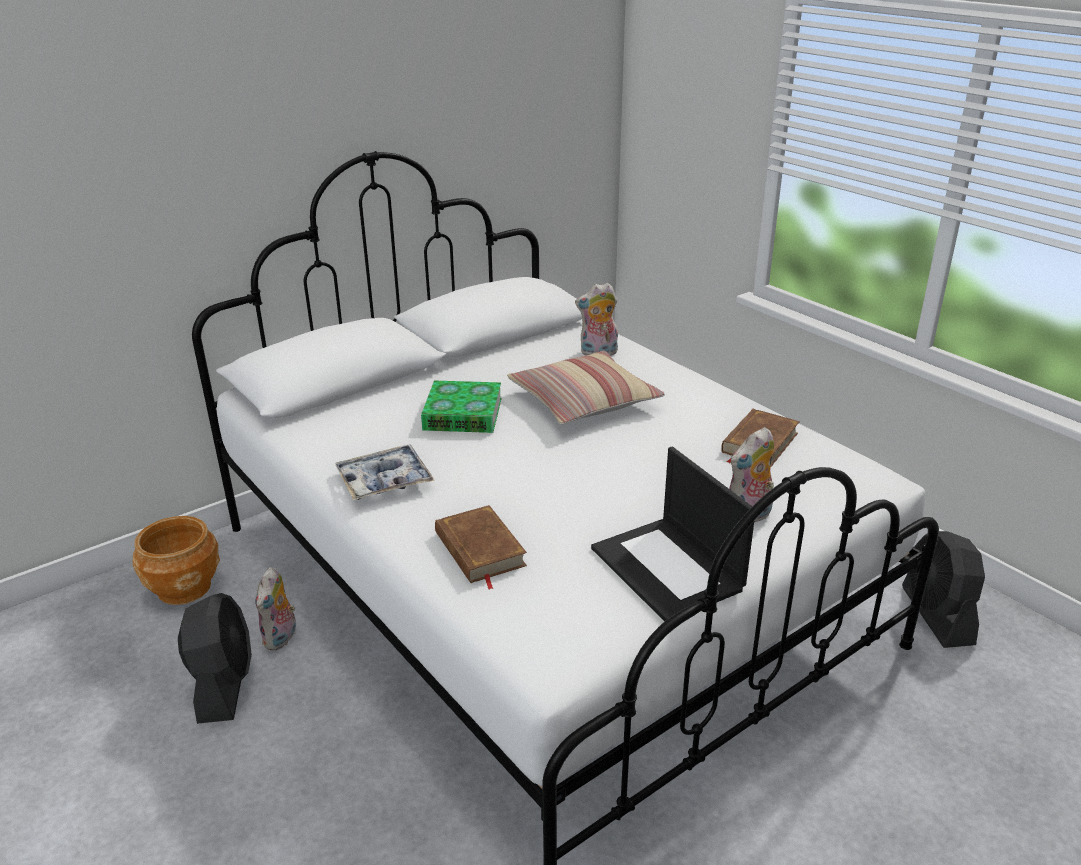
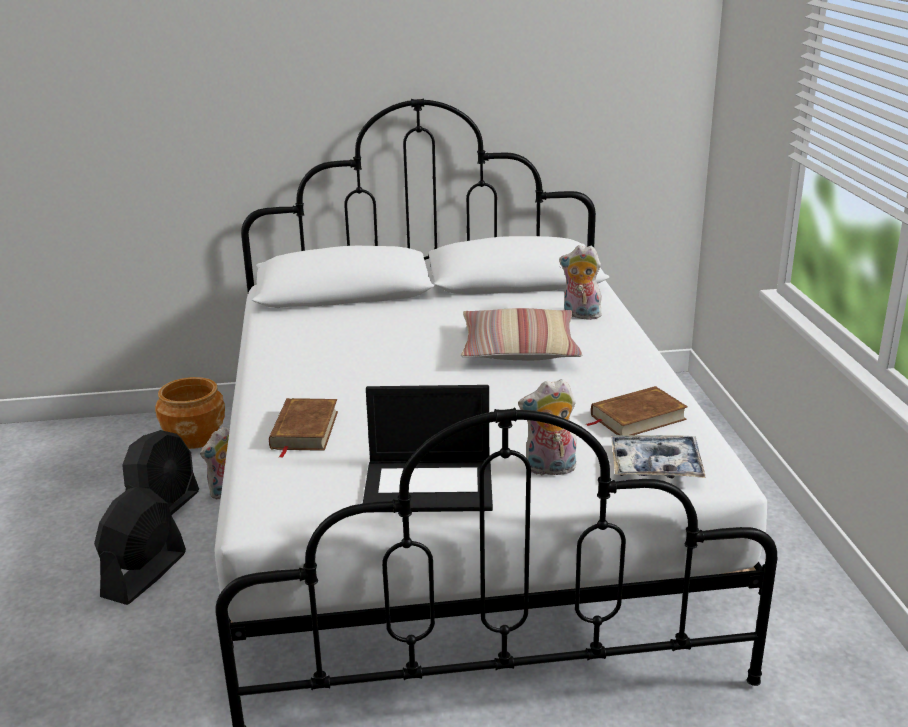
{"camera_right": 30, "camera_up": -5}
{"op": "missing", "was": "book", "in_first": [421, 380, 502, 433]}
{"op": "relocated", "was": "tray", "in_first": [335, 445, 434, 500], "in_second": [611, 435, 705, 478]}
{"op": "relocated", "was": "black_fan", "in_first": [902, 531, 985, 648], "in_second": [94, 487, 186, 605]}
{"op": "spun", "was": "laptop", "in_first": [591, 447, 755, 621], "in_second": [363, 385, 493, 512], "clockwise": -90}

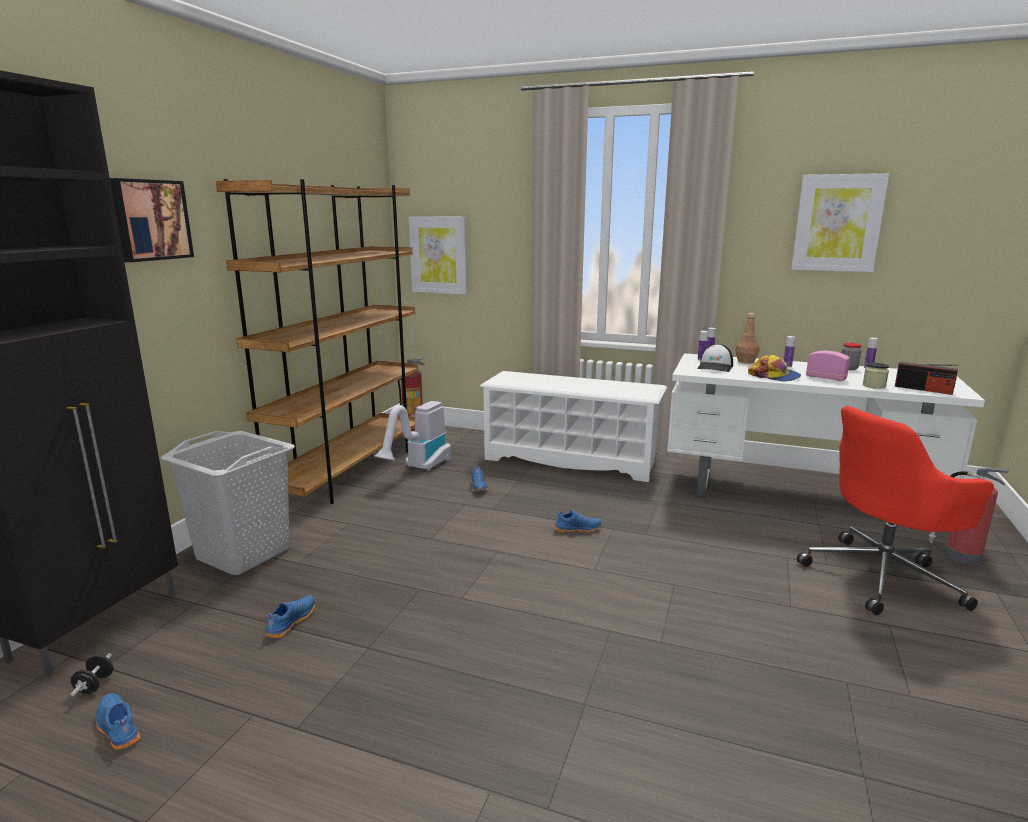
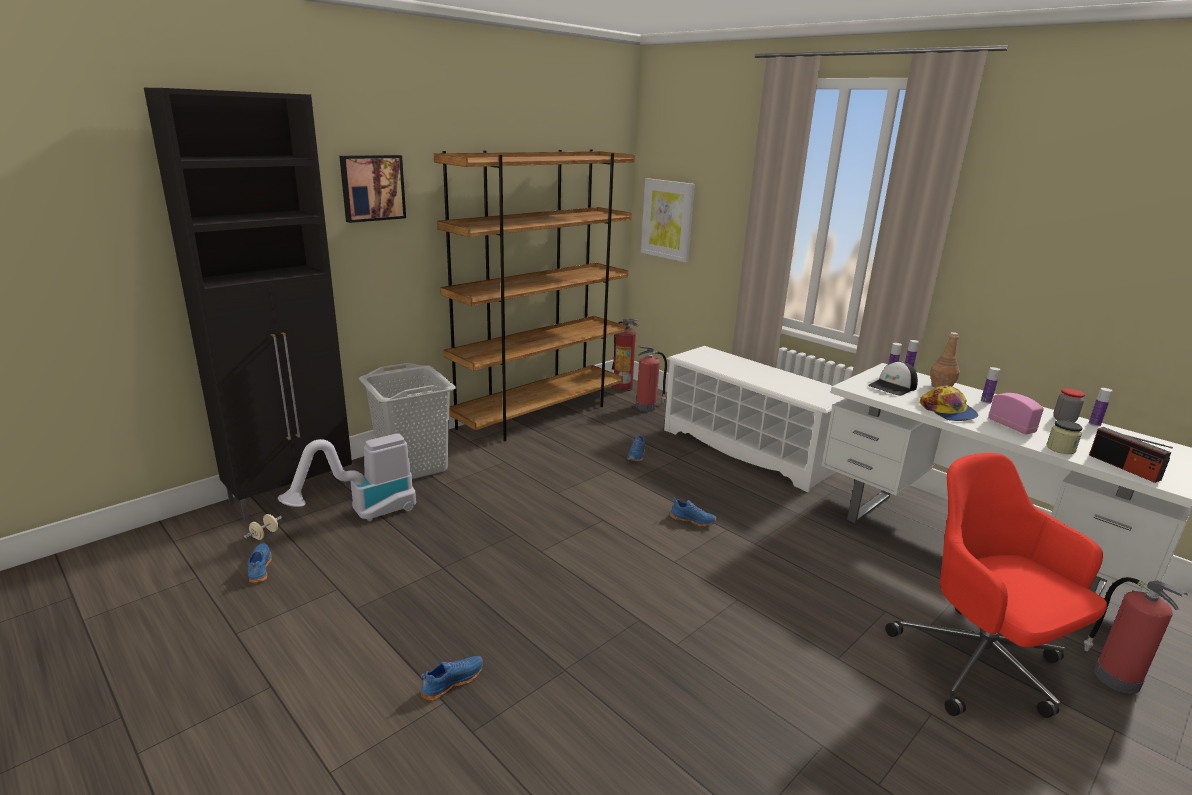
{"camera_right": 25, "camera_up": 5}
{"op": "missing", "was": "picture", "in_first": [791, 173, 889, 272]}
{"op": "appeared", "now": "fire_extinguisher", "in_second": [636, 345, 667, 411]}
{"op": "relocated", "was": "blue_shoe", "in_first": [266, 595, 315, 638], "in_second": [421, 656, 483, 700]}
{"op": "relocated", "was": "vacuum_cleaner", "in_first": [374, 401, 451, 471], "in_second": [278, 433, 416, 521]}
{"op": "colour", "was": "black_dumbbell", "now": "beige_dumbbell", "in_first": [70, 653, 114, 697], "in_second": [244, 514, 282, 540]}
{"op": "spun", "was": "red_office_chair", "in_first": [797, 406, 994, 615], "in_second": [885, 453, 1107, 718], "clockwise": 60}

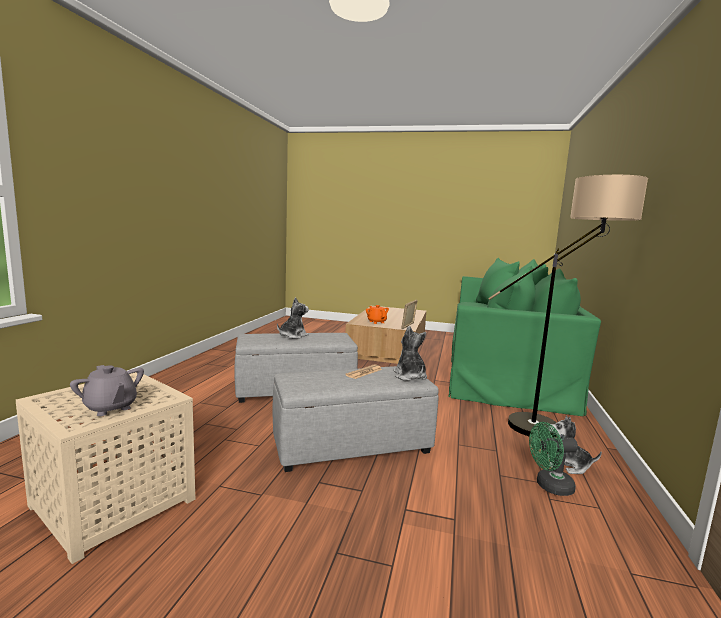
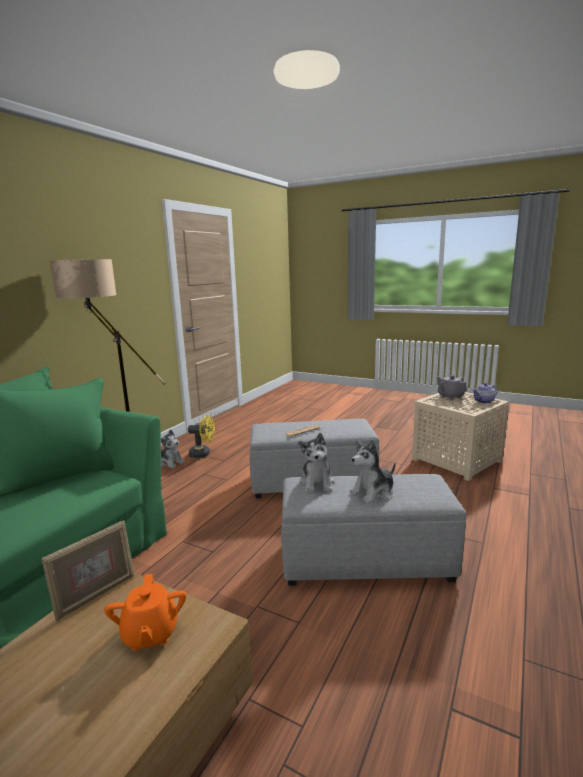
{"camera_right": -165, "camera_up": 5}
{"op": "appeared", "now": "teapot", "in_second": [472, 383, 498, 403]}
{"op": "relocated", "was": "plush_toy", "in_first": [394, 326, 427, 381], "in_second": [299, 433, 335, 493]}
{"op": "colour", "was": "green_fan", "now": "yellow_fan", "in_first": [529, 422, 578, 496], "in_second": [188, 416, 215, 458]}

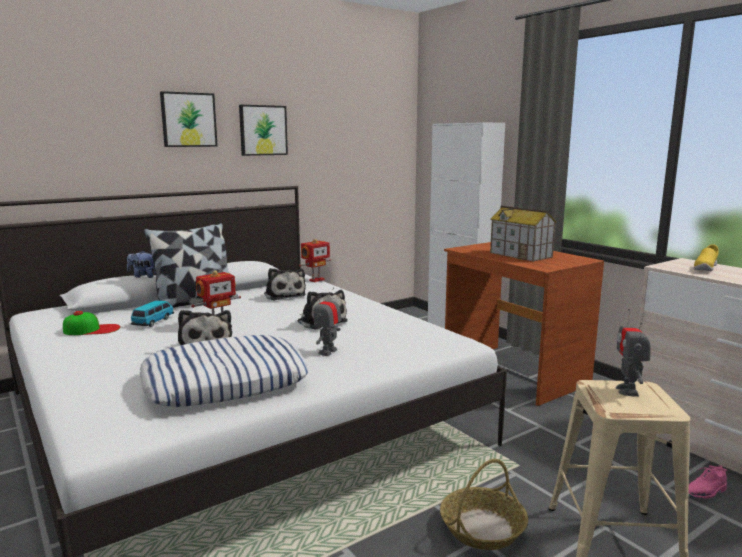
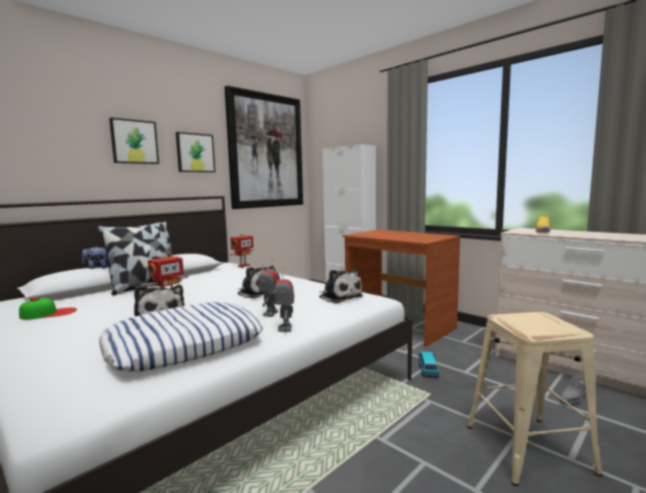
{"camera_right": -10, "camera_up": -5}
{"op": "missing", "was": "basket", "in_first": [440, 459, 528, 550]}
{"op": "missing", "was": "toy_house", "in_first": [490, 206, 557, 262]}
{"op": "appeared", "now": "picture", "in_second": [224, 86, 303, 209]}
{"op": "relocated", "was": "toy_car", "in_first": [131, 300, 174, 327], "in_second": [418, 351, 439, 377]}
{"op": "relocated", "was": "plush_toy", "in_first": [264, 268, 306, 301], "in_second": [319, 269, 363, 303]}
{"op": "relocated", "was": "toy_robot", "in_first": [615, 309, 651, 397], "in_second": [274, 267, 294, 332]}
{"op": "colour", "was": "pink_shoe", "now": "grey_shoe", "in_first": [688, 465, 727, 499], "in_second": [560, 375, 586, 403]}

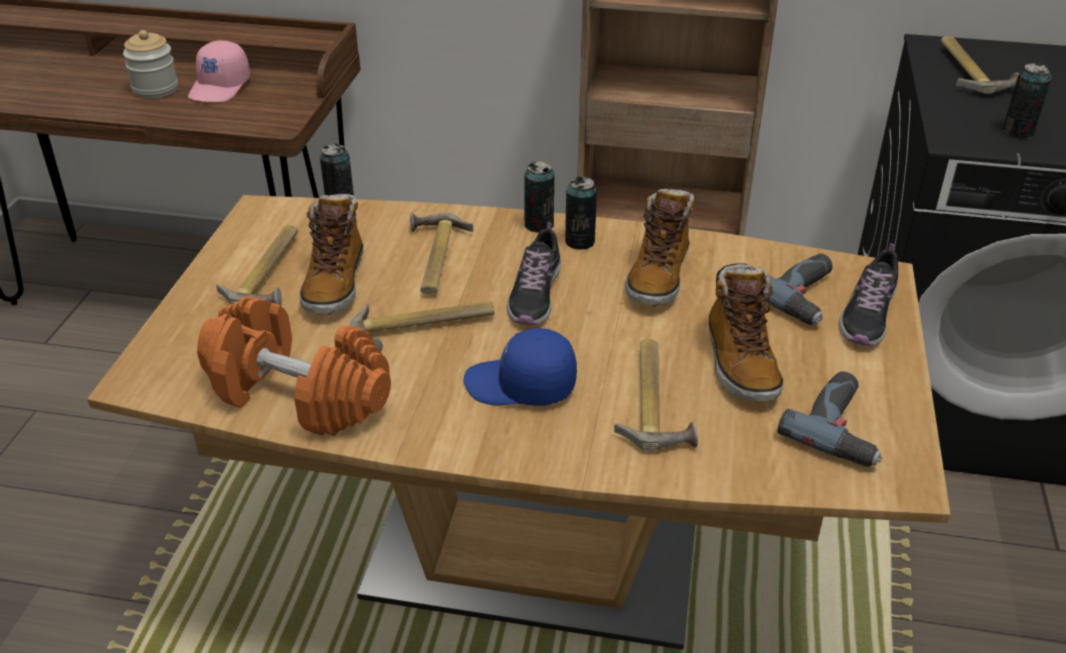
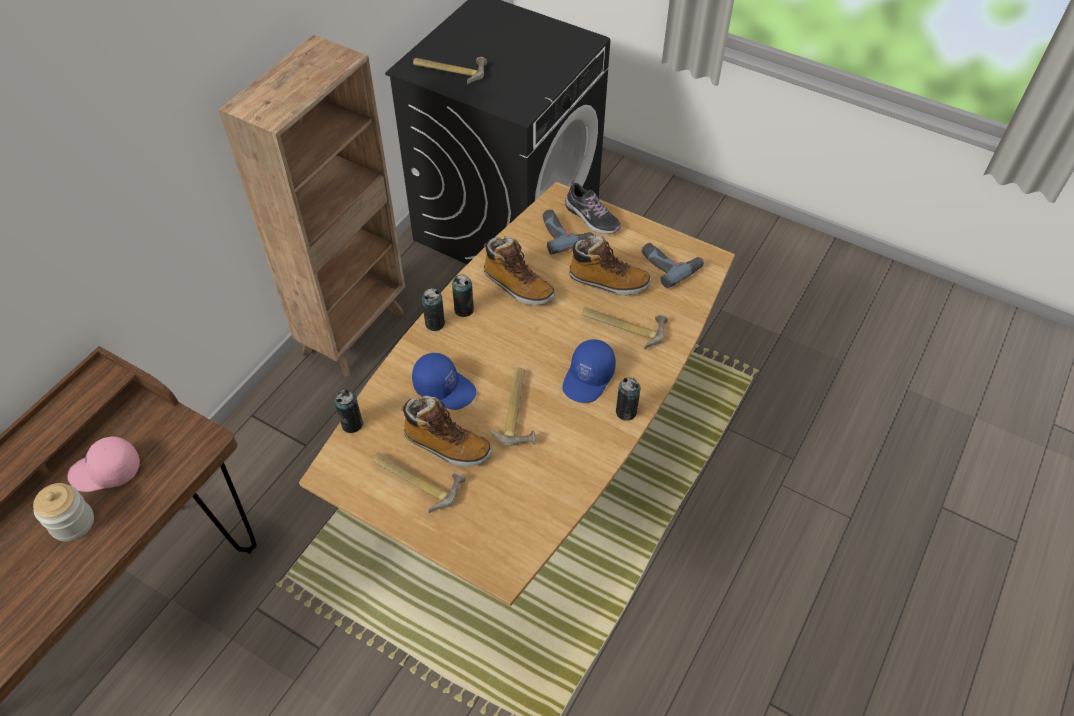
{"camera_right": -70, "camera_up": 15}
{"op": "missing", "was": "orange_dumbbell", "in_first": [197, 296, 391, 436]}
{"op": "missing", "was": "shoe", "in_first": [507, 222, 561, 325]}
{"op": "relocated", "was": "can", "in_first": [1003, 63, 1052, 138], "in_second": [616, 377, 641, 421]}
{"op": "exchanged", "was": "hammer", "now": "blue_cap", "in_first": [410, 212, 473, 294], "in_second": [412, 353, 476, 410]}
{"op": "spun", "was": "pink_cap", "in_first": [188, 40, 250, 102], "in_second": [68, 436, 140, 492], "clockwise": 135}

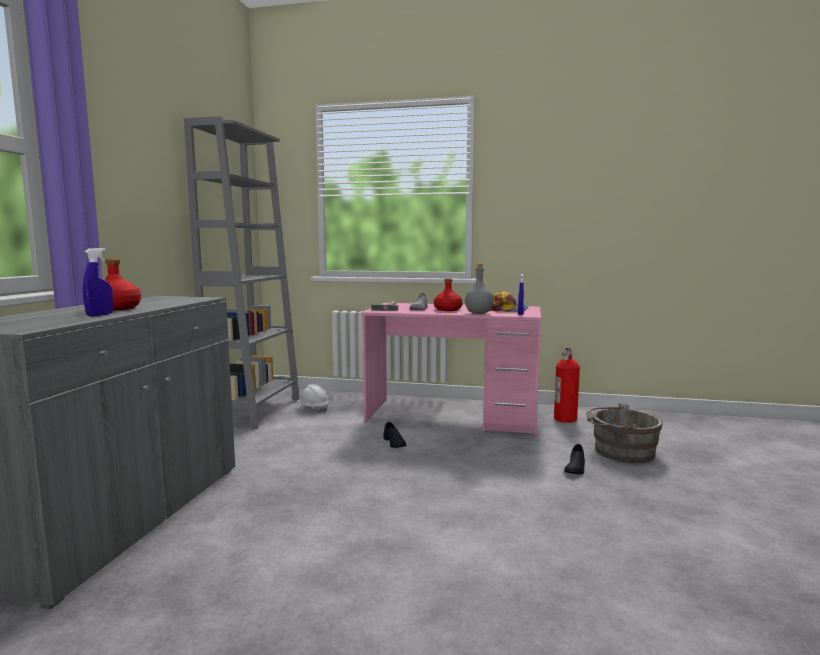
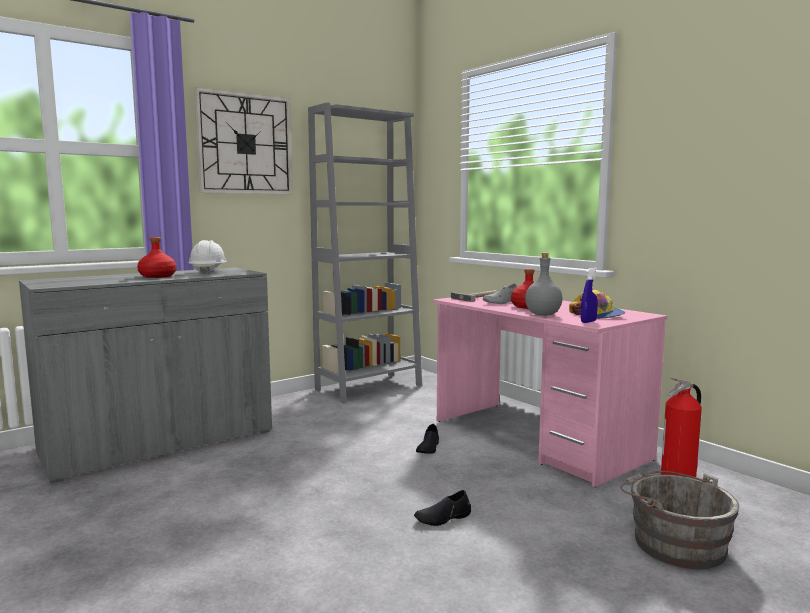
{"camera_right": 40, "camera_up": 0}
{"op": "missing", "was": "blue_spray_bottle", "in_first": [83, 248, 113, 317]}
{"op": "appeared", "now": "wall_clock", "in_second": [194, 87, 293, 194]}
{"op": "relocated", "was": "white_hard_hat", "in_first": [297, 384, 329, 412], "in_second": [188, 240, 227, 274]}
{"op": "relocated", "was": "black_shoe", "in_first": [564, 444, 585, 474], "in_second": [414, 490, 471, 526]}

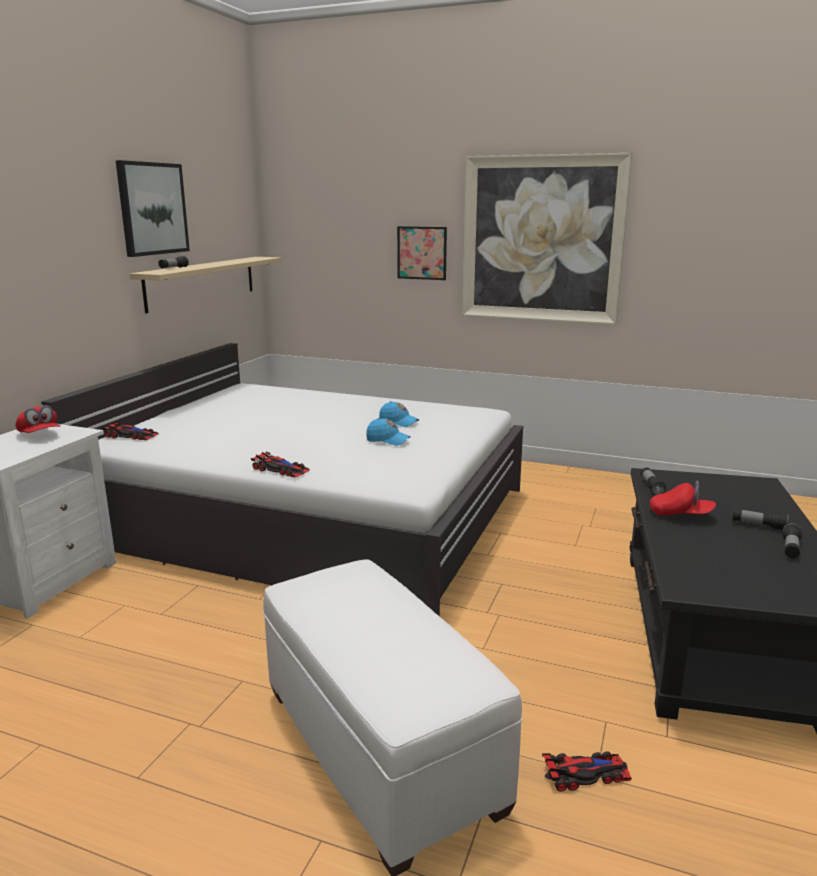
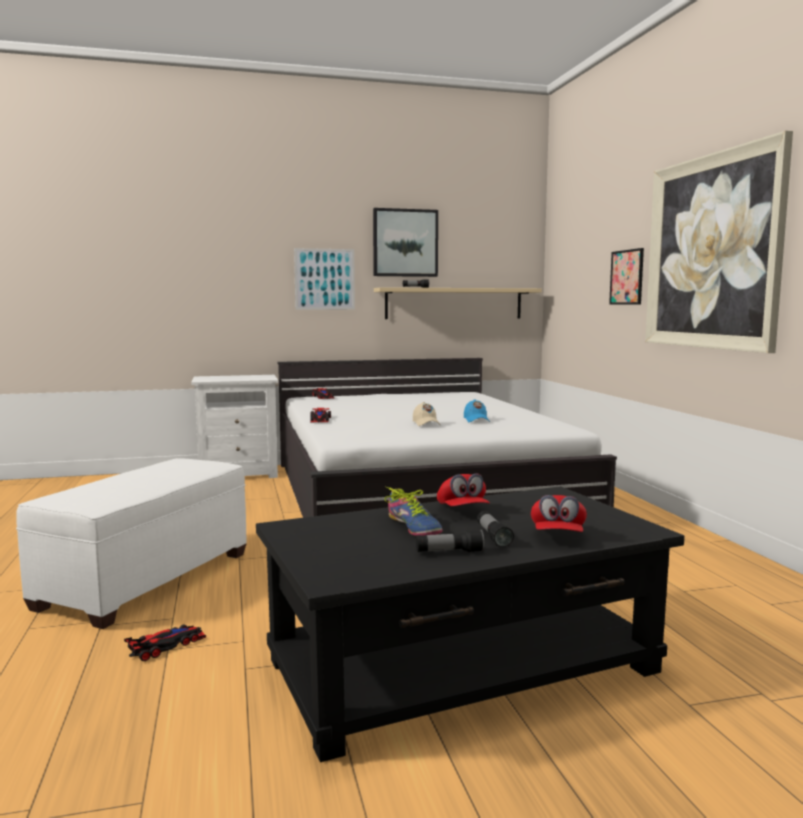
{"camera_right": 55, "camera_up": -10}
{"op": "missing", "was": "flashlight", "in_first": [640, 468, 666, 495]}
{"op": "appeared", "now": "picture", "in_second": [294, 248, 355, 310]}
{"op": "appeared", "now": "shoe", "in_second": [385, 486, 443, 536]}
{"op": "relocated", "was": "red_cap", "in_first": [15, 405, 60, 433], "in_second": [531, 495, 587, 532]}
{"op": "colour", "was": "blue_cap", "now": "beige_cap", "in_first": [366, 418, 411, 446], "in_second": [413, 402, 440, 426]}
{"op": "spun", "was": "toy_car", "in_first": [542, 751, 632, 792], "in_second": [124, 625, 207, 661], "clockwise": -90}

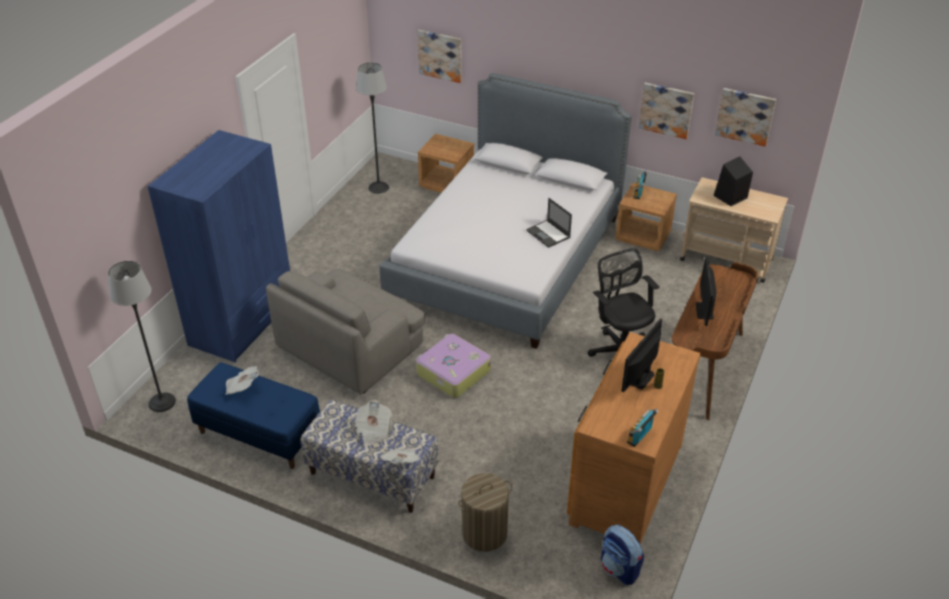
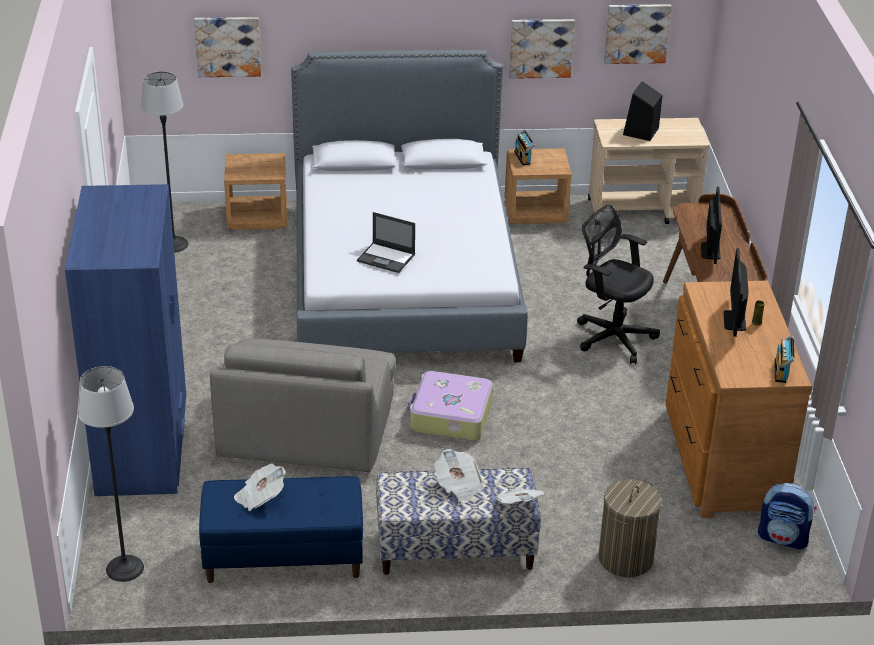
{"camera_right": -30, "camera_up": -5}
{"op": "relocated", "was": "laptop", "in_first": [526, 198, 572, 248], "in_second": [357, 212, 415, 273]}
{"op": "spun", "was": "monitor", "in_first": [696, 256, 717, 326], "in_second": [701, 187, 722, 264], "clockwise": -150}

